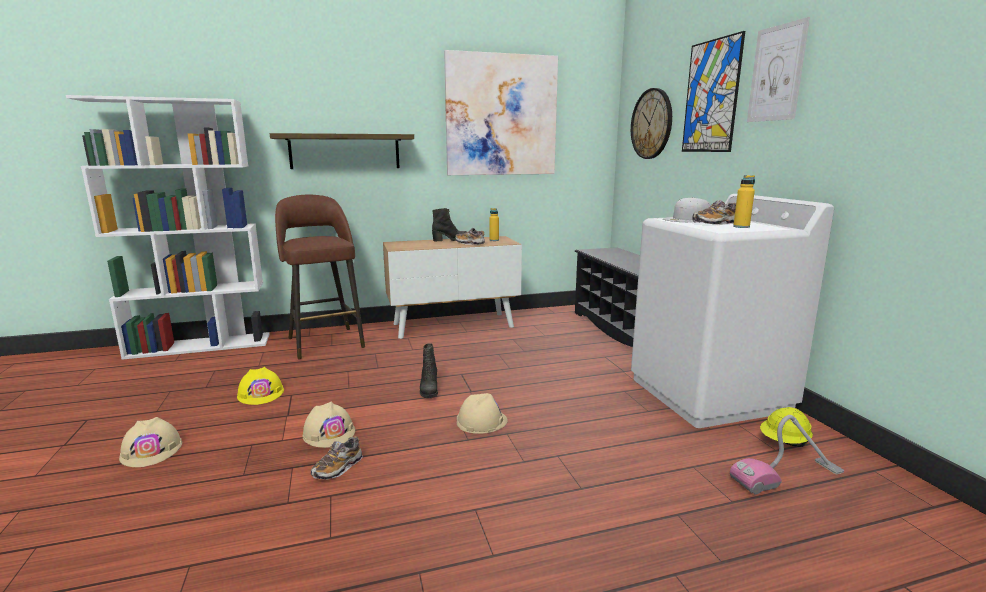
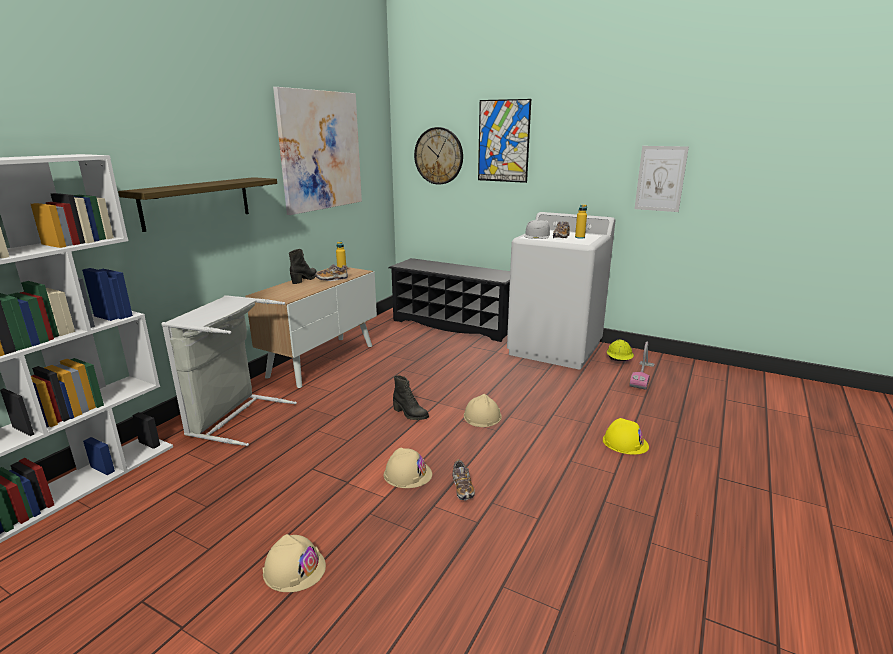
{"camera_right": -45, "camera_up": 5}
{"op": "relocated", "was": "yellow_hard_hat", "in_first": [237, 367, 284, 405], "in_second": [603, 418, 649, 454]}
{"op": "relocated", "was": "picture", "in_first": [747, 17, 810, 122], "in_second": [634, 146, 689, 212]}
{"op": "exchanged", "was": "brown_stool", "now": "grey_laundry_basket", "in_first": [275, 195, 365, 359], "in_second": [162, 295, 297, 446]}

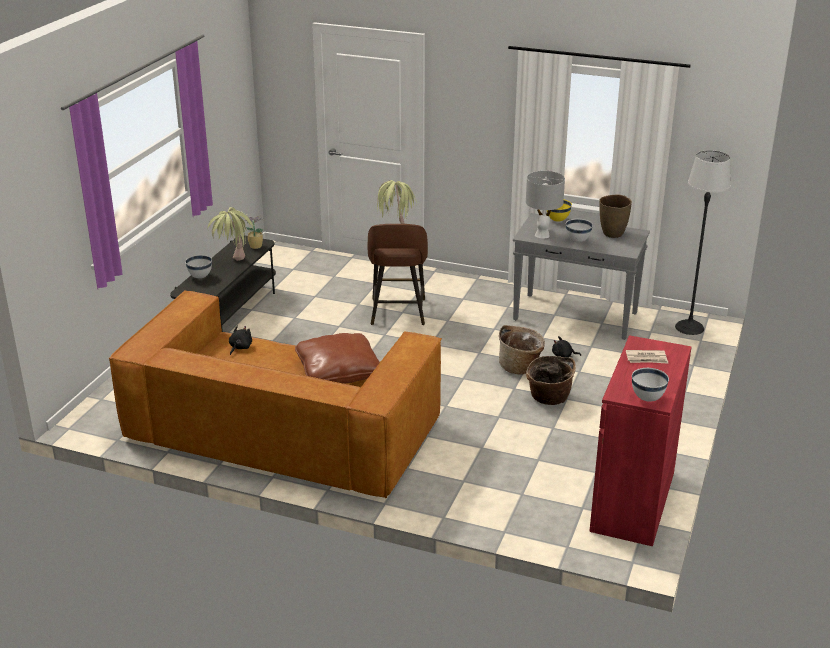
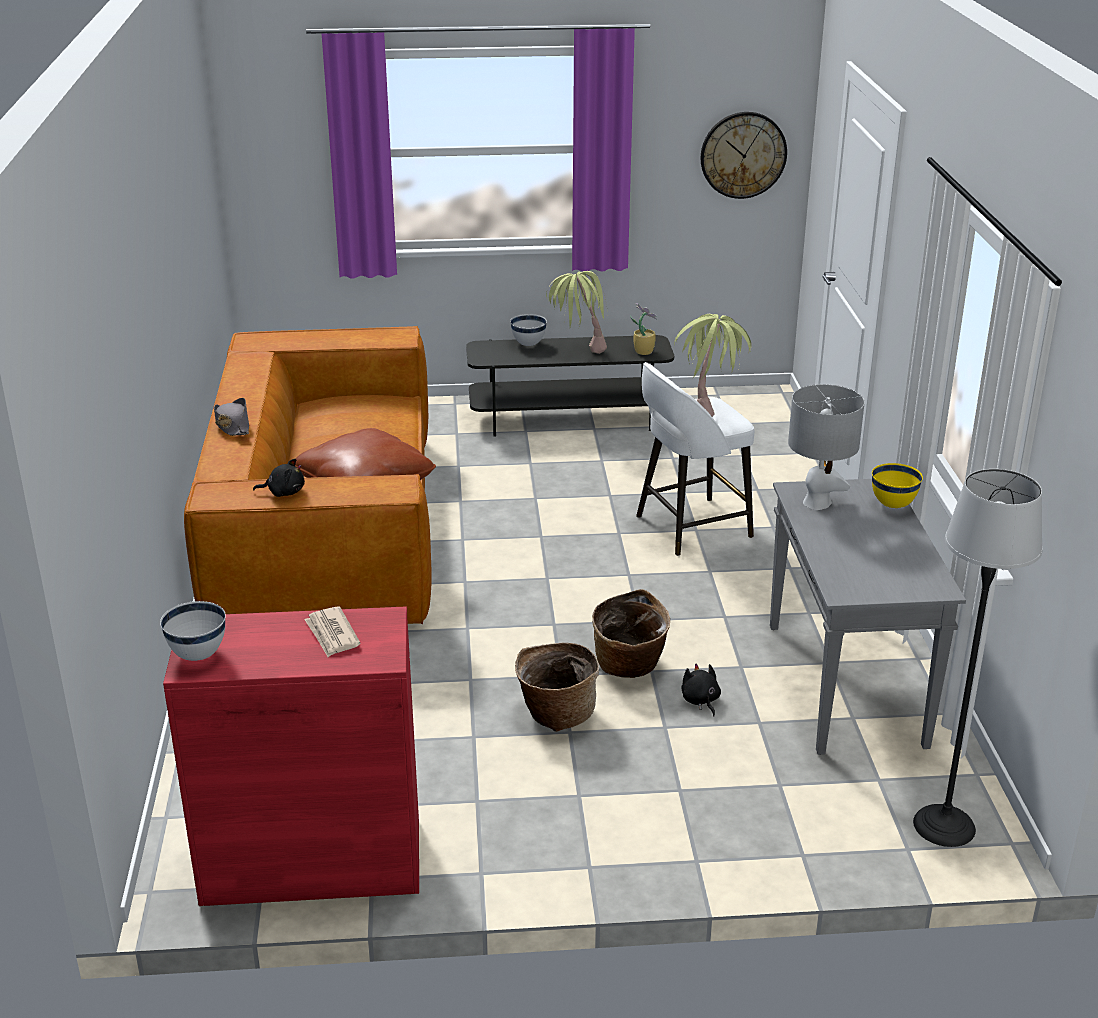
{"camera_right": 65, "camera_up": 0}
{"op": "missing", "was": "white_bowl", "in_first": [566, 219, 593, 242]}
{"op": "missing", "was": "brown_vase", "in_first": [599, 195, 632, 238]}
{"op": "appeared", "now": "grey_hat", "in_second": [214, 398, 249, 436]}
{"op": "appeared", "now": "wall_clock", "in_second": [701, 112, 787, 199]}
{"op": "relocated", "was": "black_plush_toy", "in_first": [229, 326, 252, 355], "in_second": [253, 459, 305, 497]}
{"op": "colour", "was": "brown_stool", "now": "white_stool", "in_first": [368, 224, 428, 325], "in_second": [636, 362, 754, 556]}

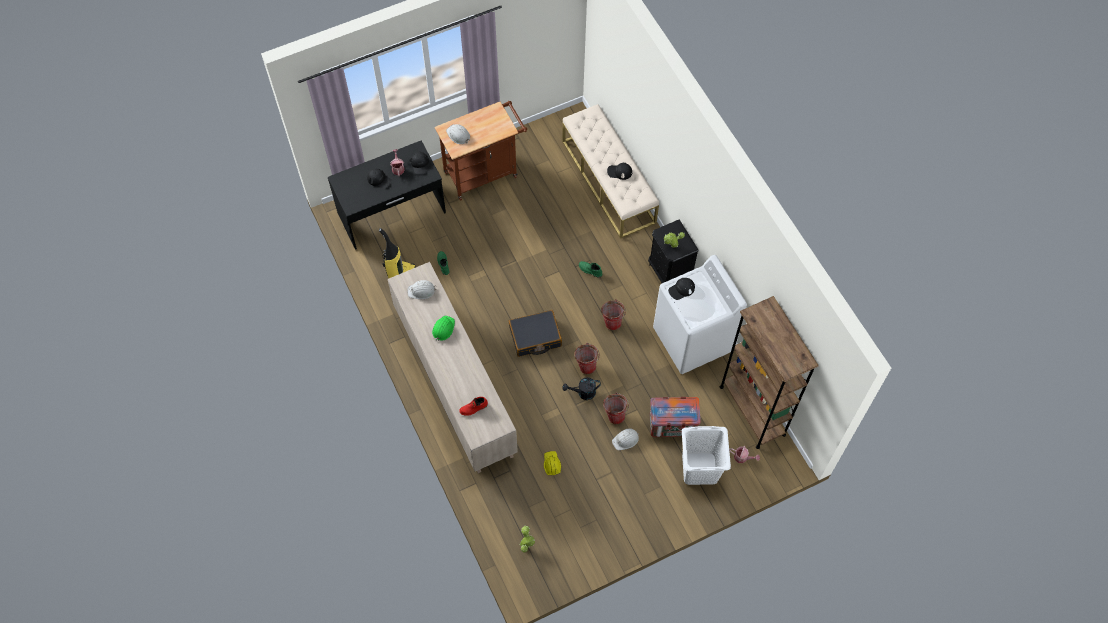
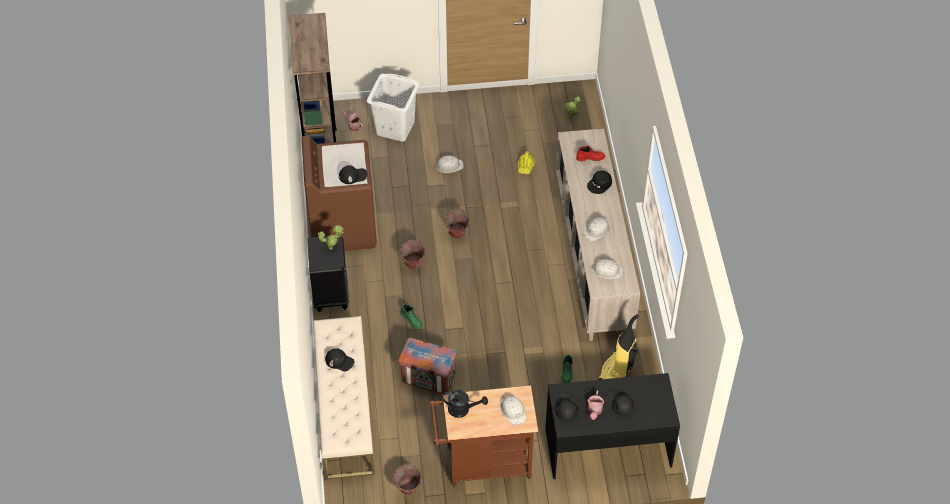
{"camera_right": -160, "camera_up": -10}
{"op": "missing", "was": "black_suitcase", "in_first": [509, 310, 562, 357]}
{"op": "appeared", "now": "black_cap", "in_second": [587, 171, 612, 194]}
{"op": "relocated", "was": "black_watering_can", "in_first": [563, 377, 601, 400], "in_second": [442, 390, 488, 418]}
{"op": "relocated", "was": "bucket", "in_first": [603, 392, 629, 424], "in_second": [393, 464, 422, 495]}
{"op": "relocated", "was": "crate", "in_first": [650, 397, 701, 437], "in_second": [399, 338, 457, 394]}
{"op": "colour", "was": "green_hard_hat", "now": "white_hard_hat", "in_first": [432, 316, 455, 341], "in_second": [583, 217, 610, 242]}
{"op": "colour", "was": "white_washing_machine", "now": "brown_washing_machine", "in_first": [653, 255, 747, 374], "in_second": [302, 136, 377, 251]}

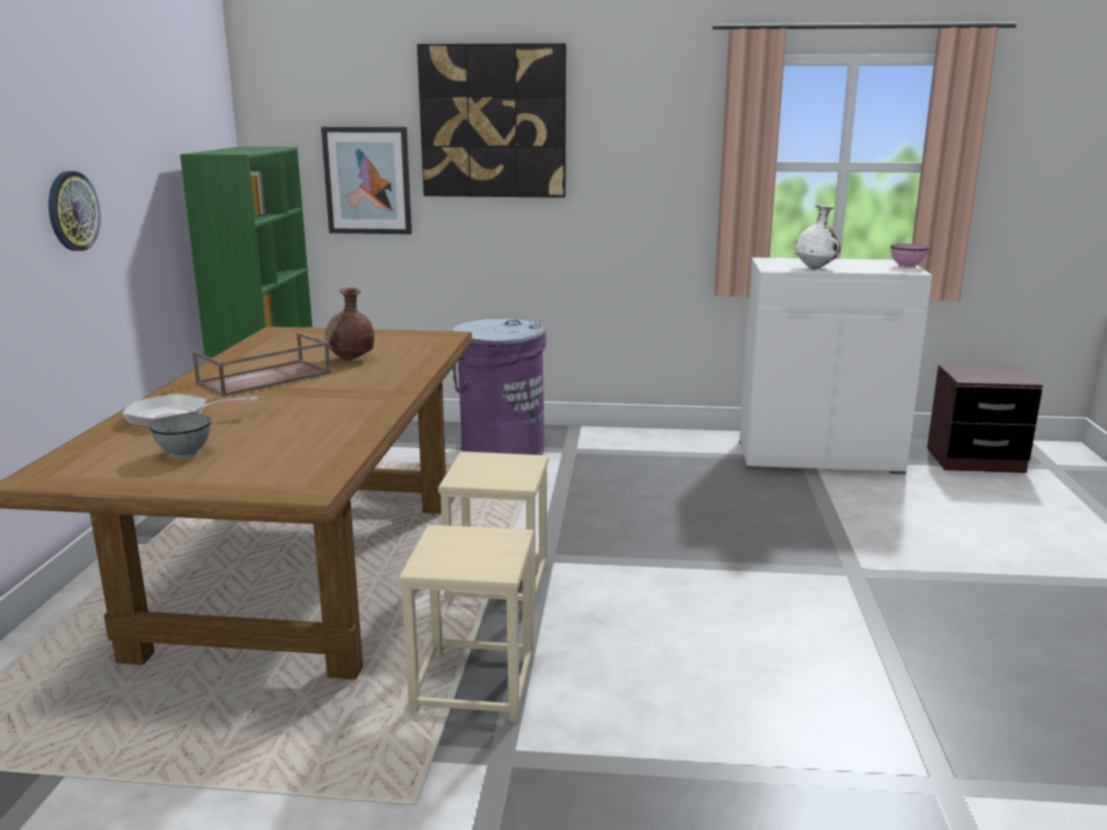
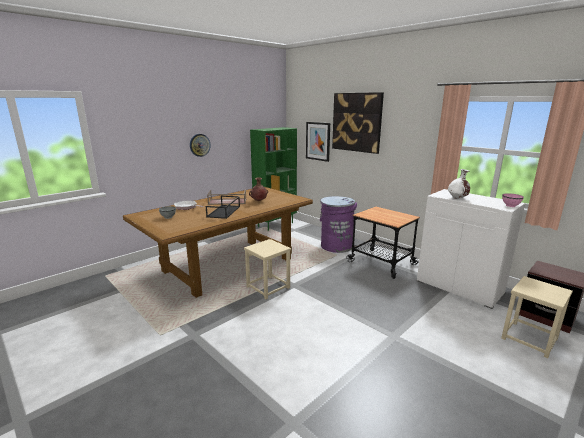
{"camera_right": 40, "camera_up": 0}
{"op": "appeared", "now": "black_tray", "in_second": [206, 196, 240, 219]}
{"op": "appeared", "now": "cart", "in_second": [346, 206, 420, 279]}
{"op": "relocated", "was": "beige_stool", "in_first": [399, 525, 534, 722], "in_second": [501, 276, 573, 358]}

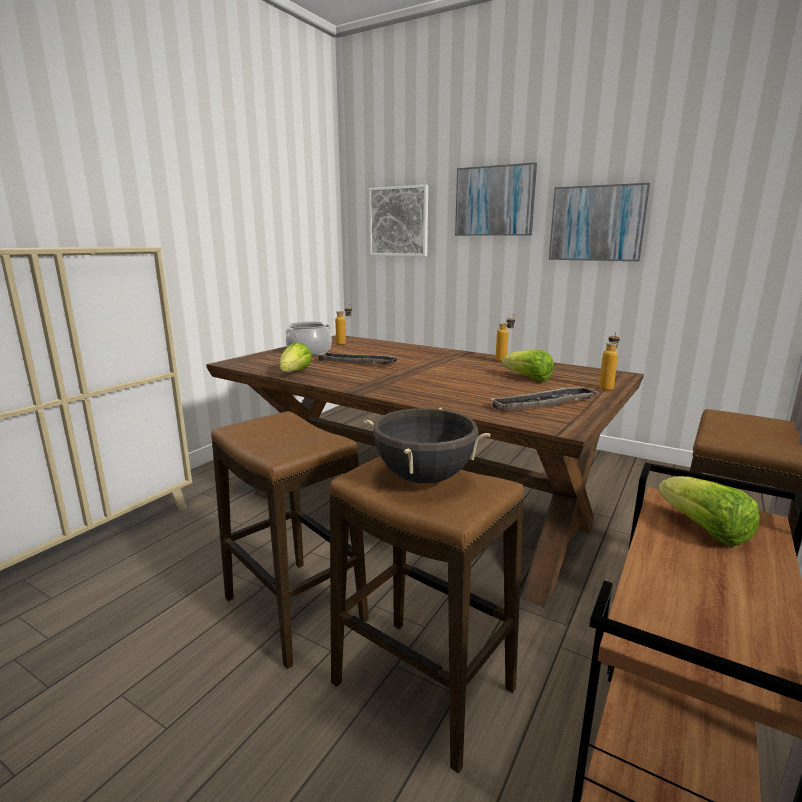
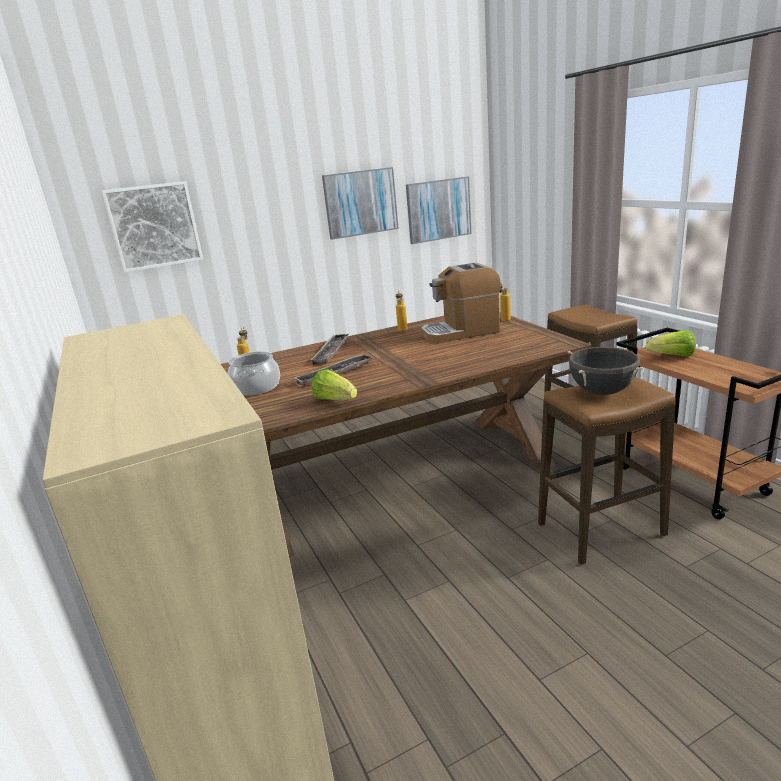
{"camera_right": -55, "camera_up": 5}
{"op": "missing", "was": "stool", "in_first": [211, 411, 369, 669]}
{"op": "relocated", "was": "picture", "in_first": [455, 163, 537, 236], "in_second": [406, 177, 472, 244]}
{"op": "relocated", "was": "tray", "in_first": [491, 386, 598, 412], "in_second": [311, 334, 349, 365]}
{"op": "exchanged", "was": "lettuce", "now": "coffee_machine", "in_first": [502, 350, 554, 382], "in_second": [421, 263, 501, 343]}

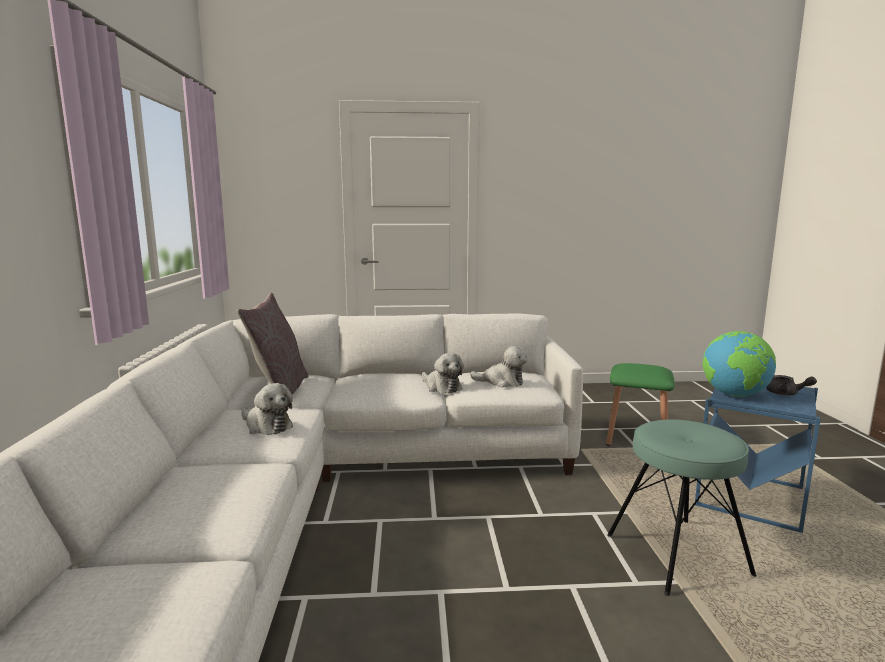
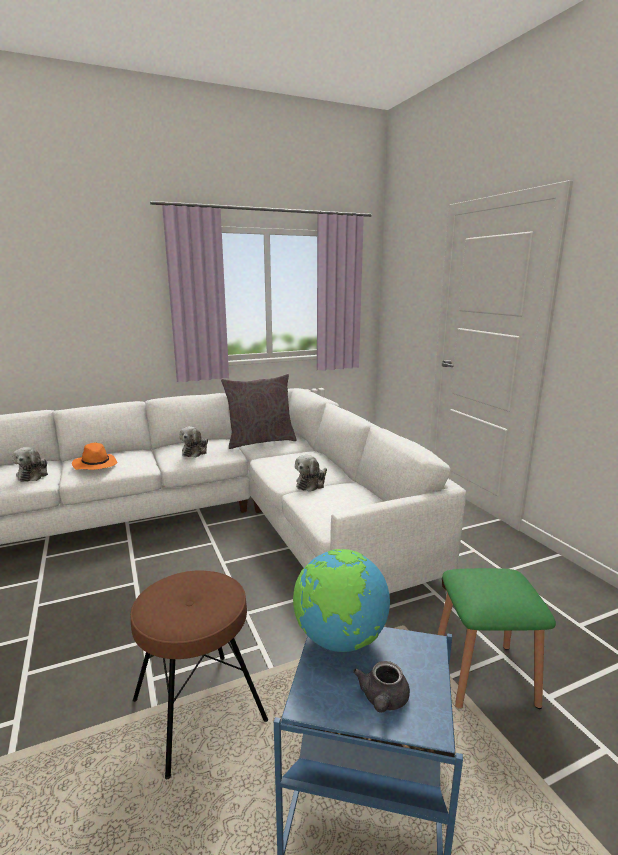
{"camera_right": 70, "camera_up": 5}
{"op": "appeared", "now": "orange_hat", "in_second": [72, 443, 118, 470]}
{"op": "relocated", "was": "plush_toy", "in_first": [470, 346, 527, 387], "in_second": [12, 447, 48, 482]}
{"op": "colour", "was": "turquoise_stool", "now": "brown_stool", "in_first": [607, 419, 757, 596], "in_second": [130, 571, 268, 779]}

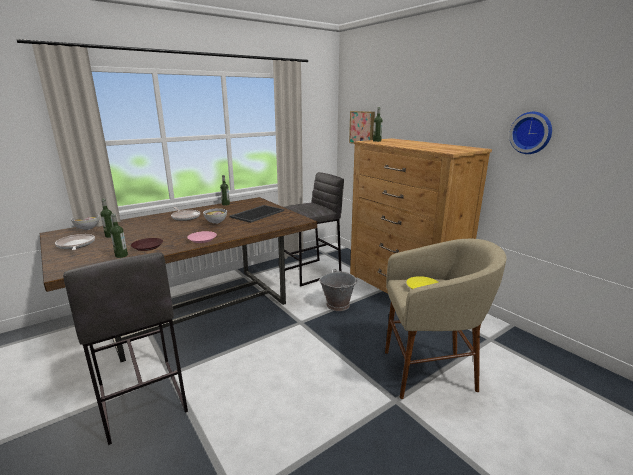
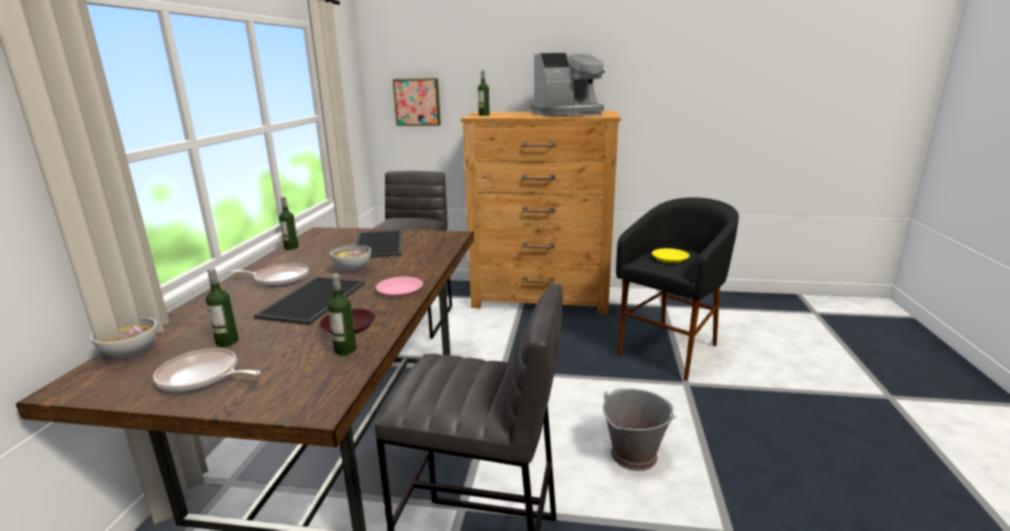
{"camera_right": -45, "camera_up": 0}
{"op": "missing", "was": "wall_clock", "in_first": [509, 112, 552, 154]}
{"op": "appeared", "now": "tray", "in_second": [254, 276, 365, 325]}
{"op": "appeared", "now": "coffee_machine", "in_second": [530, 53, 605, 117]}
{"op": "relocated", "was": "grey_bucket", "in_first": [319, 269, 357, 311], "in_second": [603, 388, 676, 471]}
{"op": "colour", "was": "beige_stool", "now": "black_stool", "in_first": [385, 239, 507, 399], "in_second": [616, 197, 739, 380]}

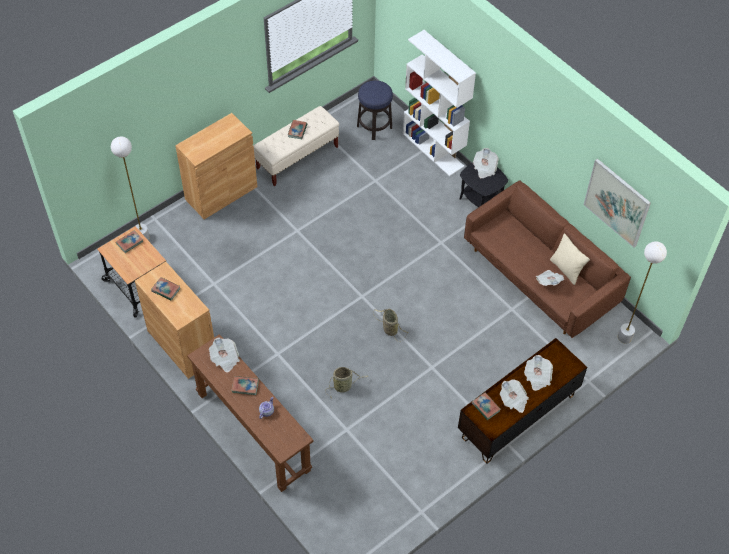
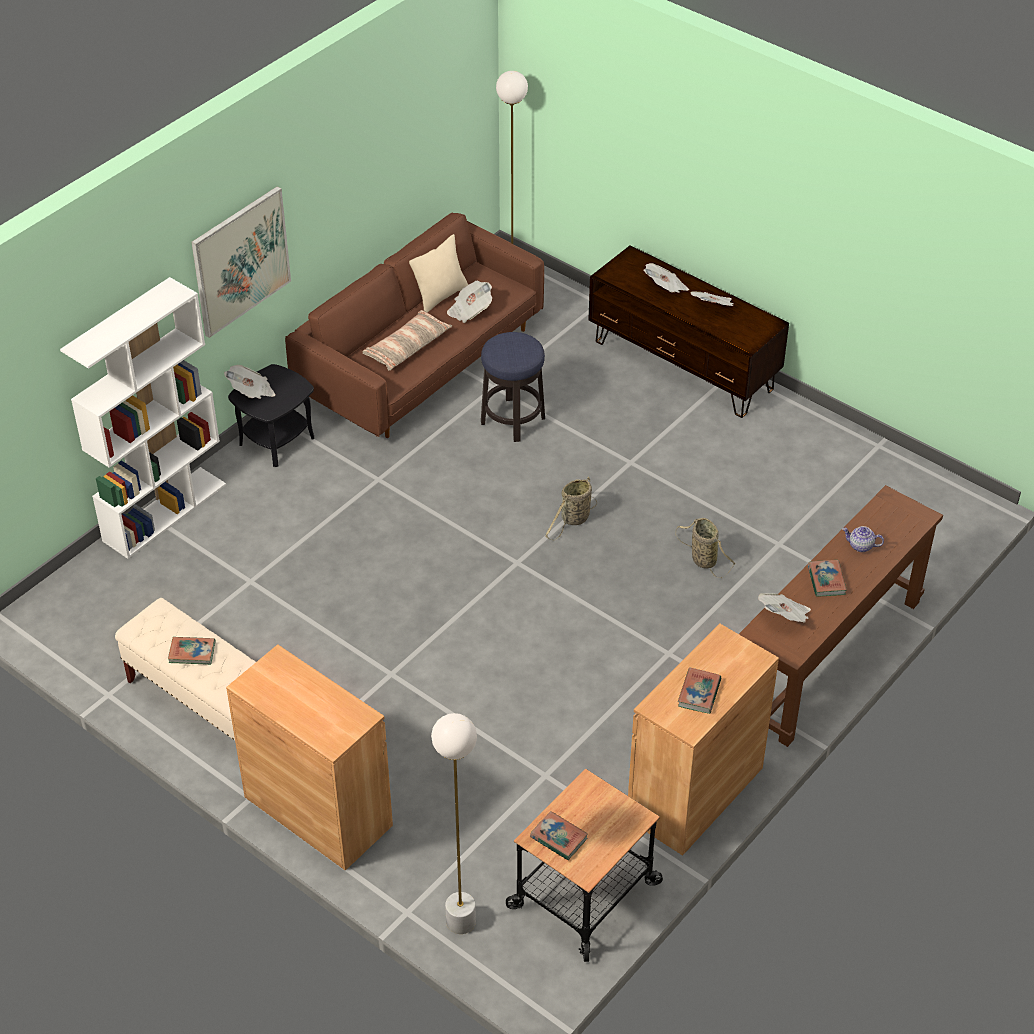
{"camera_right": -100, "camera_up": -10}
{"op": "missing", "was": "book", "in_first": [472, 392, 501, 420]}
{"op": "appeared", "now": "pillow", "in_second": [363, 310, 452, 371]}
{"op": "relocated", "was": "stool", "in_first": [357, 80, 393, 140], "in_second": [481, 332, 545, 442]}
{"op": "relocated", "was": "picture", "in_first": [583, 159, 651, 248], "in_second": [191, 186, 291, 338]}

